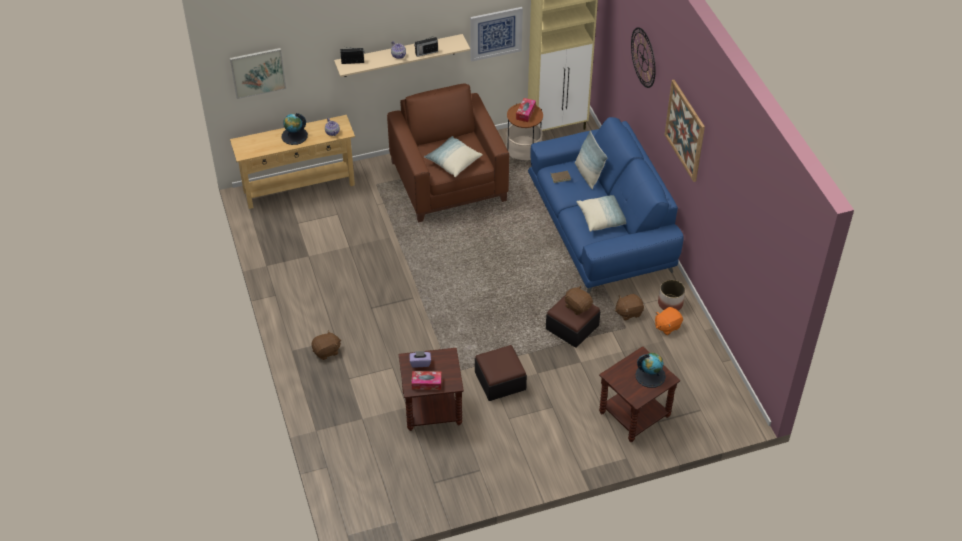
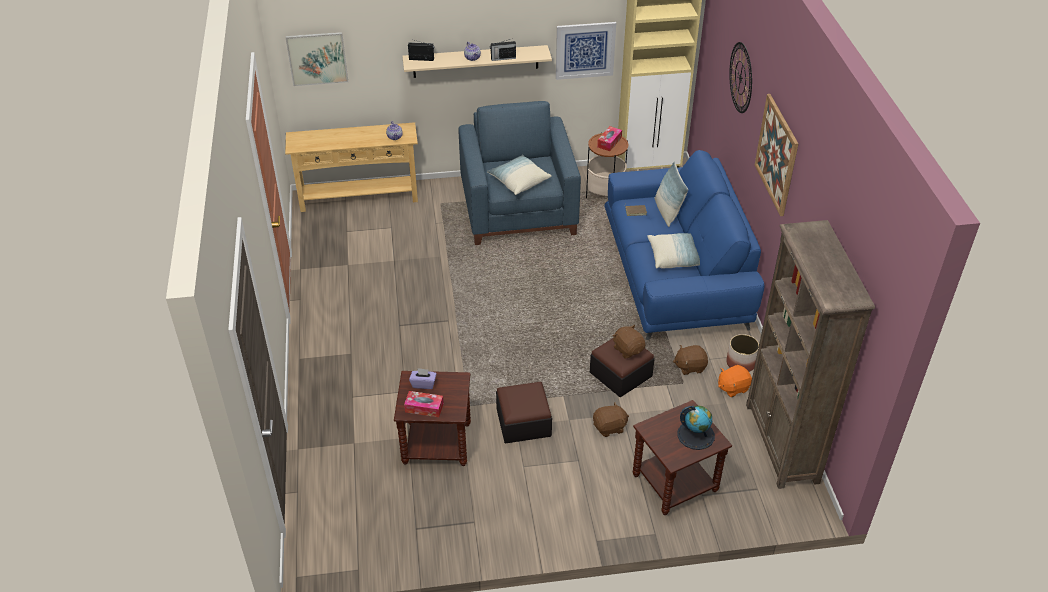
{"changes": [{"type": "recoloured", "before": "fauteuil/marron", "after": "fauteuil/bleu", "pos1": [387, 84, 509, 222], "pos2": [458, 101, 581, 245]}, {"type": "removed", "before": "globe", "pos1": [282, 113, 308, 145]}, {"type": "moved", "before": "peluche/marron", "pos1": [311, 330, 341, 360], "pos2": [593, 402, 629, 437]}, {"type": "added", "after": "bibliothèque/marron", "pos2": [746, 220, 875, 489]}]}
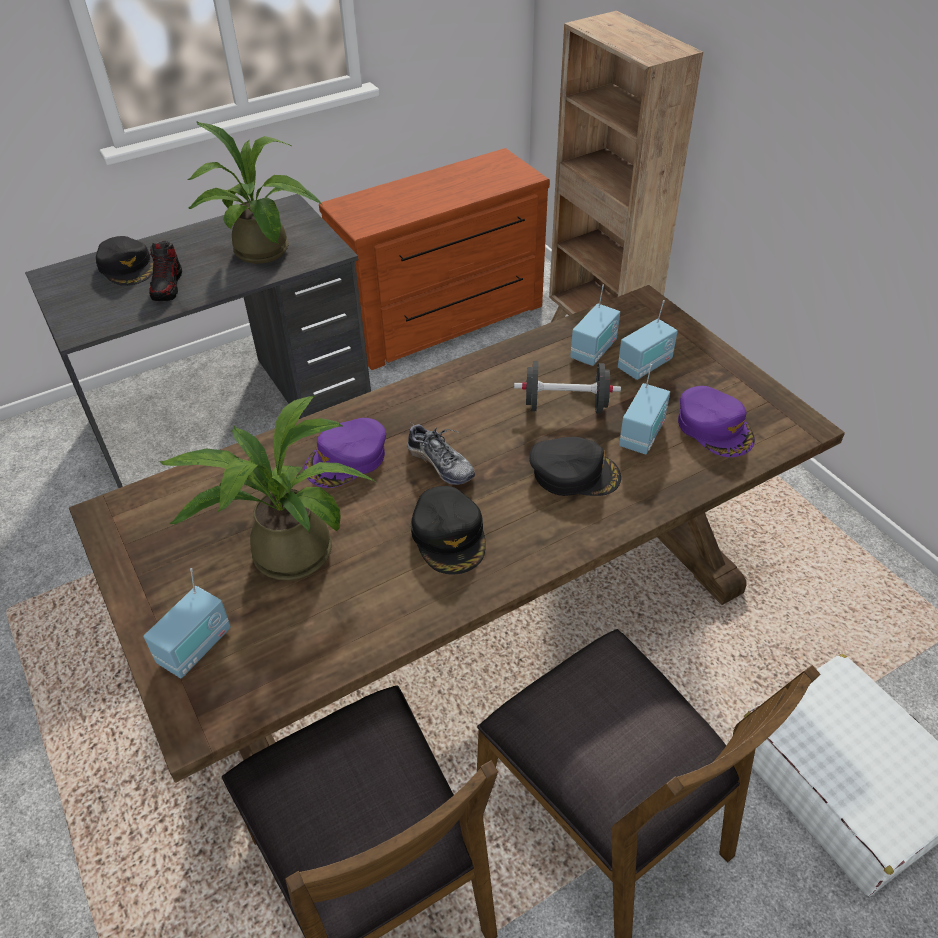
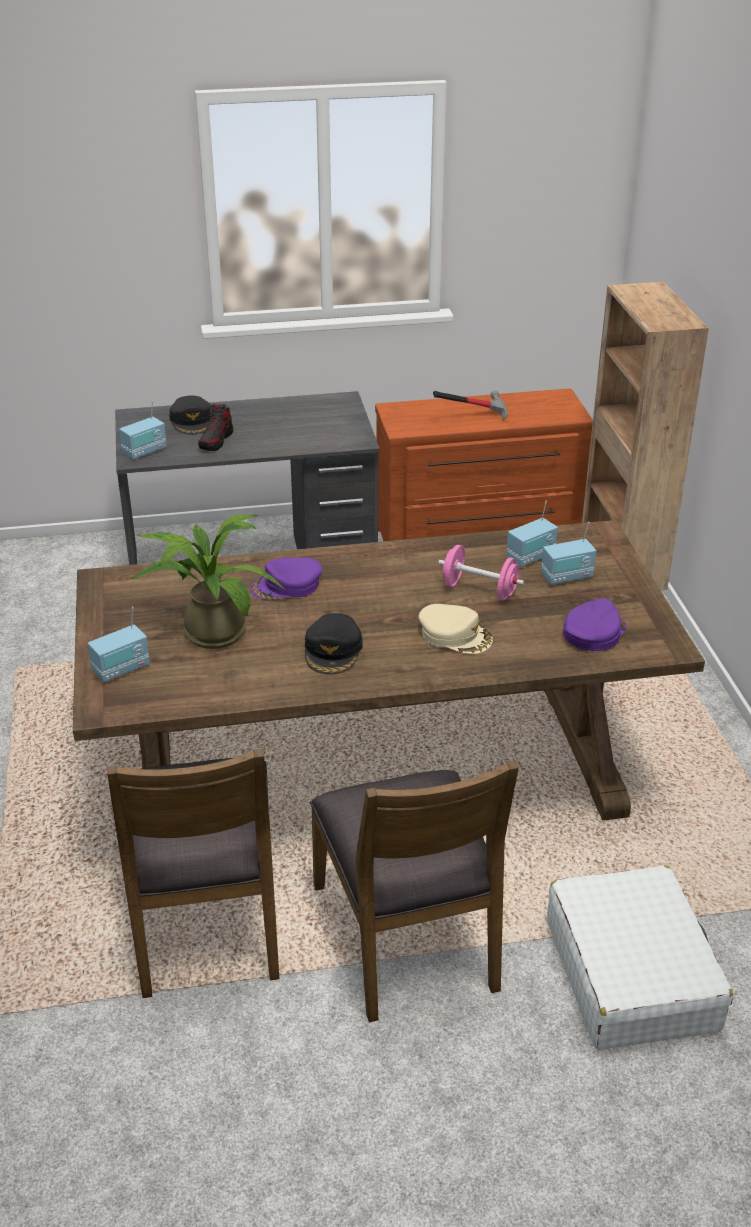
{"changes": [{"type": "removed", "before": "plante en pot", "pos1": [187, 122, 321, 264]}, {"type": "recoloured", "before": "haltère/noir", "after": "haltère/rose", "pos1": [514, 361, 621, 414], "pos2": [438, 545, 524, 600]}, {"type": "moved", "before": "radio", "pos1": [619, 364, 670, 454], "pos2": [119, 401, 167, 460]}, {"type": "turned", "before": "casquette/violet", "pos1": [678, 386, 755, 457], "pos2": [563, 598, 627, 651], "turn": -135}, {"type": "removed", "before": "chaussure", "pos1": [407, 424, 475, 485]}, {"type": "recoloured", "before": "casquette/noir", "after": "casquette/beige", "pos1": [529, 437, 621, 496], "pos2": [419, 604, 493, 654]}, {"type": "added", "after": "marteau", "pos2": [433, 390, 508, 421]}]}
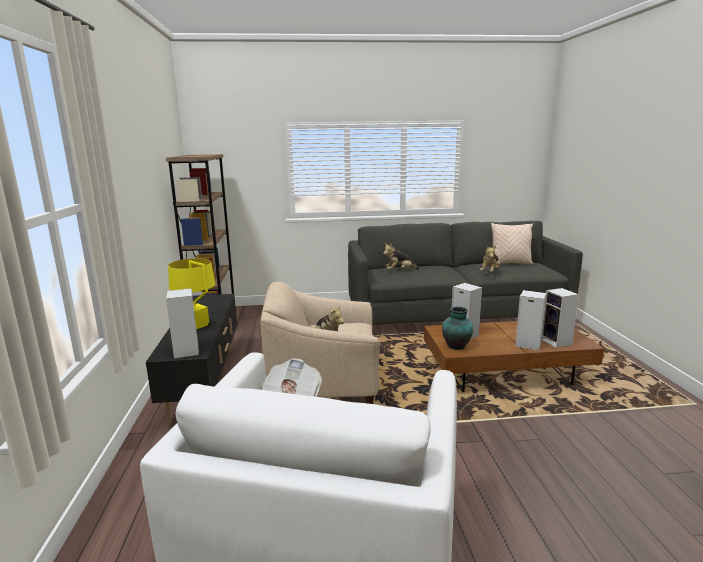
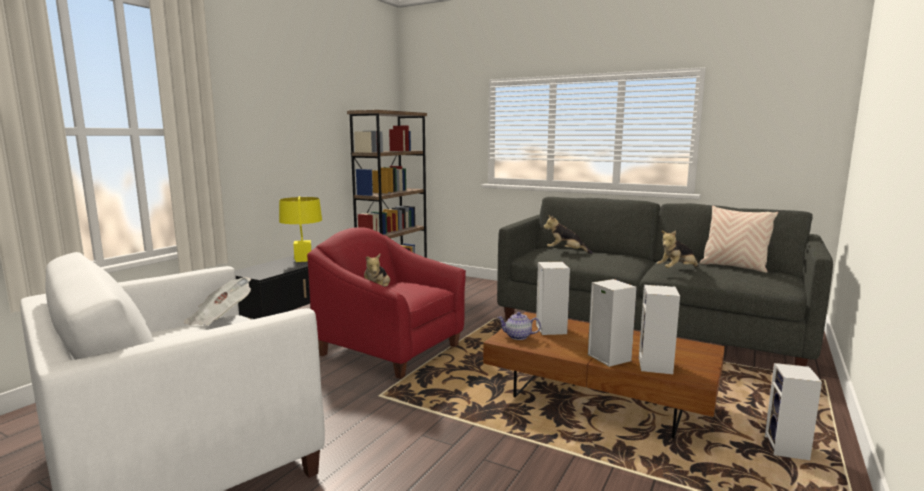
{"changes": [{"type": "recoloured", "before": "fauteuil/beige", "after": "fauteuil/rouge", "pos1": [260, 282, 380, 404], "pos2": [307, 227, 466, 379]}, {"type": "moved", "before": "enceinte", "pos1": [166, 288, 199, 359], "pos2": [765, 363, 822, 460]}, {"type": "replaced", "before": "vase", "after": "théière", "pos1": [442, 306, 473, 350], "pos2": [497, 312, 541, 340]}]}
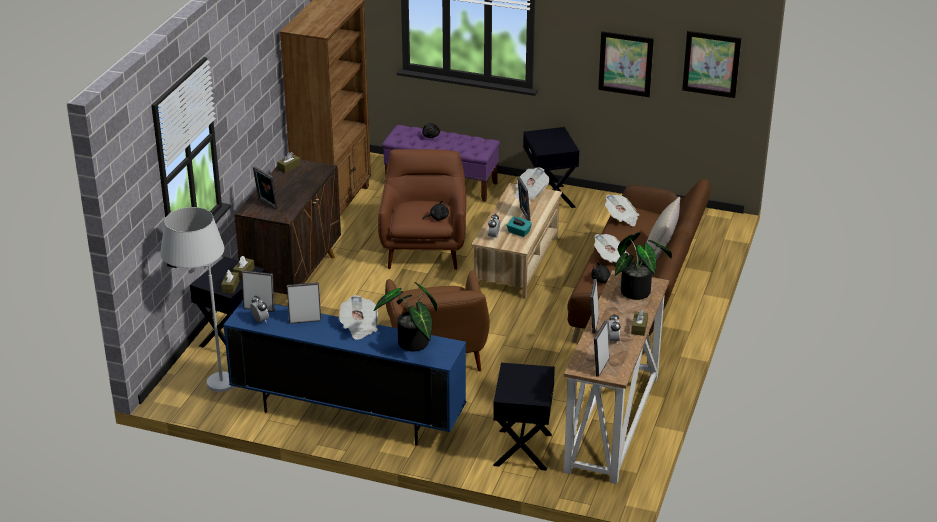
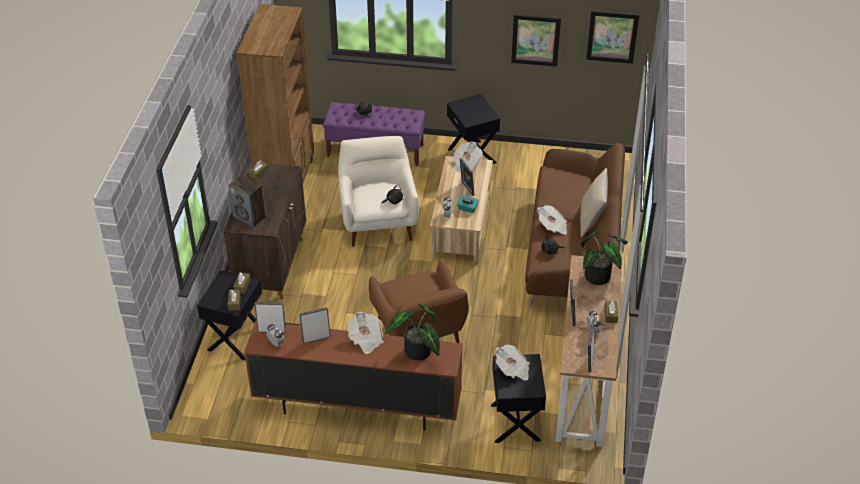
{"changes": [{"type": "recoloured", "before": "fauteuil/marron", "after": "fauteuil/blanc", "pos1": [378, 149, 466, 270], "pos2": [338, 136, 419, 247]}, {"type": "replaced", "before": "cadre photo", "after": "enceinte", "pos1": [253, 166, 278, 210], "pos2": [228, 175, 266, 228]}, {"type": "moved", "before": "journal", "pos1": [605, 194, 639, 226], "pos2": [495, 345, 530, 381]}, {"type": "removed", "before": "lampadaire/blanc", "pos1": [160, 207, 235, 392]}, {"type": "recoloured", "before": "meuble télé/bleu", "after": "meuble télé/marron", "pos1": [223, 301, 466, 446], "pos2": [244, 321, 463, 431]}]}
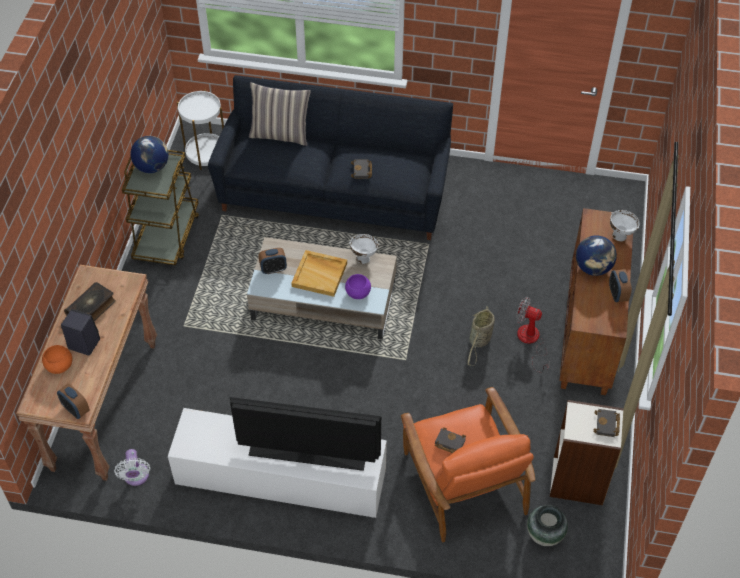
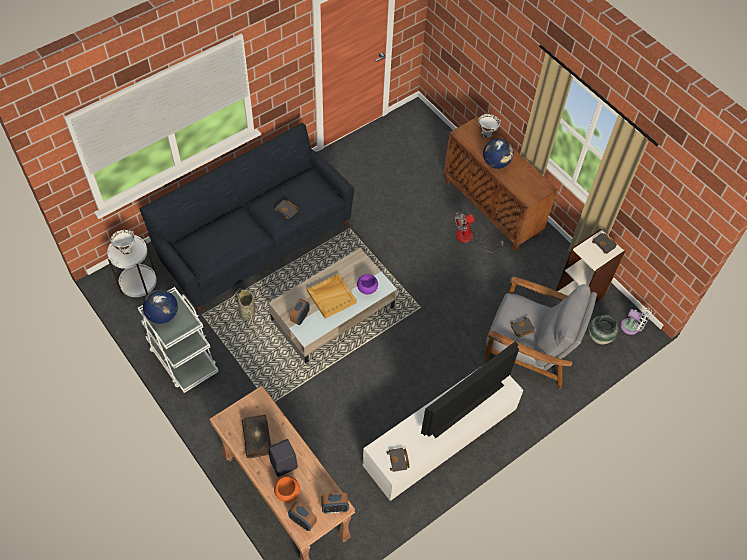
{"changes": [{"type": "removed", "before": "coussin", "pos1": [249, 82, 311, 146]}, {"type": "recoloured", "before": "chariot/marron", "after": "chariot/blanc", "pos1": [122, 150, 199, 265], "pos2": [138, 287, 219, 393]}, {"type": "moved", "before": "bol/blanc", "pos1": [349, 234, 379, 264], "pos2": [111, 230, 135, 255]}, {"type": "moved", "before": "réveil", "pos1": [609, 269, 632, 302], "pos2": [288, 502, 317, 531]}, {"type": "moved", "before": "panier", "pos1": [468, 306, 495, 366], "pos2": [230, 288, 261, 334]}, {"type": "recoloured", "before": "fauteuil/orange", "after": "fauteuil/gris", "pos1": [401, 387, 535, 543], "pos2": [484, 277, 597, 389]}, {"type": "moved", "before": "ventilateur/blanc", "pos1": [114, 449, 150, 486], "pos2": [620, 308, 652, 335]}, {"type": "added", "after": "livre/noir", "pos2": [387, 448, 410, 472]}]}
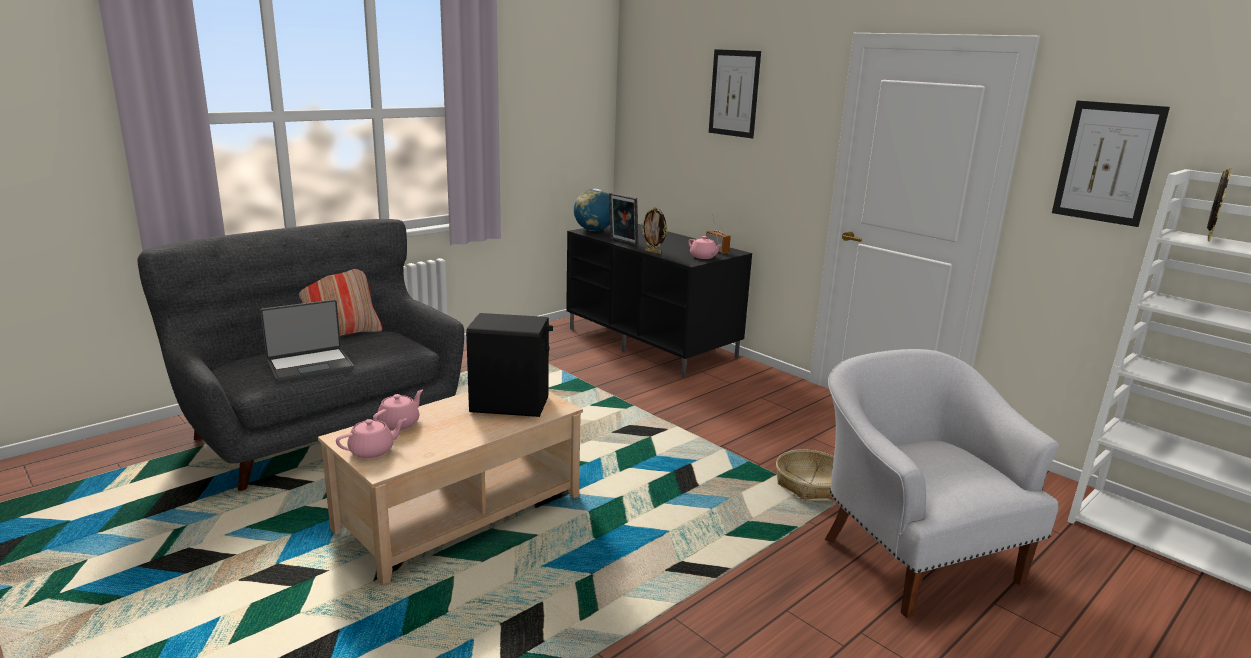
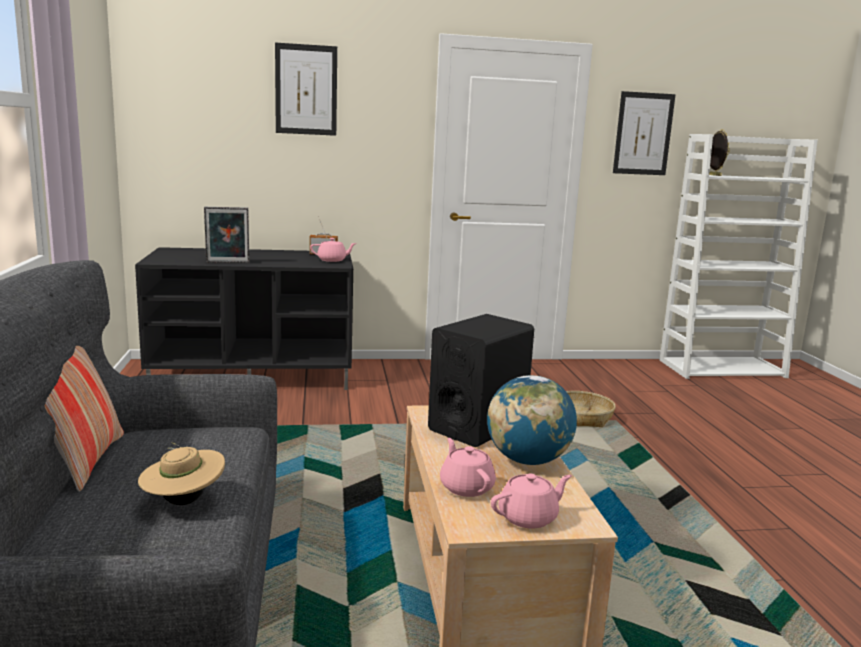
{"changes": [{"type": "moved", "before": "globe", "pos1": [574, 189, 610, 231], "pos2": [487, 375, 577, 465]}, {"type": "removed", "before": "cadre photo", "pos1": [641, 207, 668, 254]}, {"type": "replaced", "before": "ordinateur portable", "after": "chapeau/beige", "pos1": [260, 299, 354, 383], "pos2": [138, 442, 225, 505]}, {"type": "removed", "before": "fauteuil/blanc", "pos1": [825, 349, 1059, 618]}, {"type": "turned", "before": "théière/rose", "pos1": [336, 419, 407, 458], "pos2": [491, 474, 572, 528], "turn": 60}]}
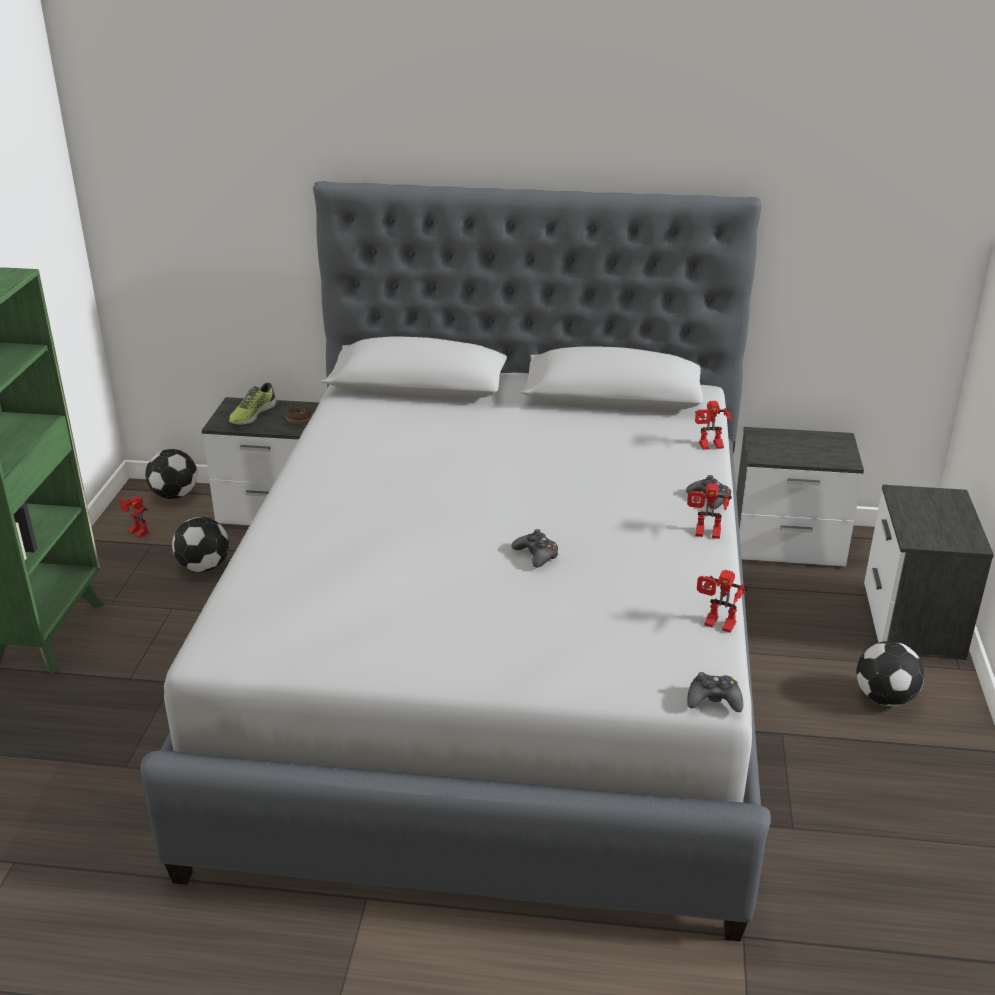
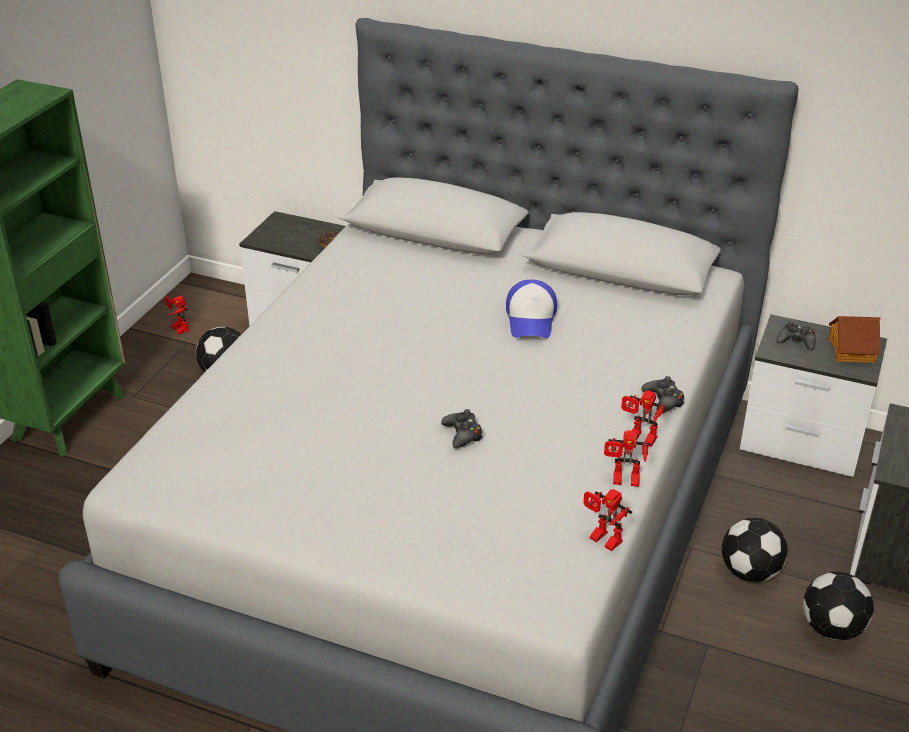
{"changes": [{"type": "removed", "before": "chaussure", "pos1": [229, 383, 277, 425]}, {"type": "moved", "before": "robot jouet", "pos1": [695, 401, 732, 450], "pos2": [604, 430, 651, 487]}, {"type": "moved", "before": "ballon de foot", "pos1": [145, 449, 197, 499], "pos2": [722, 518, 788, 582]}, {"type": "moved", "before": "manette/noir", "pos1": [687, 672, 743, 712], "pos2": [777, 322, 816, 350]}, {"type": "added", "after": "casquette", "pos2": [506, 280, 557, 338]}, {"type": "added", "after": "maison miniature", "pos2": [829, 316, 881, 363]}]}
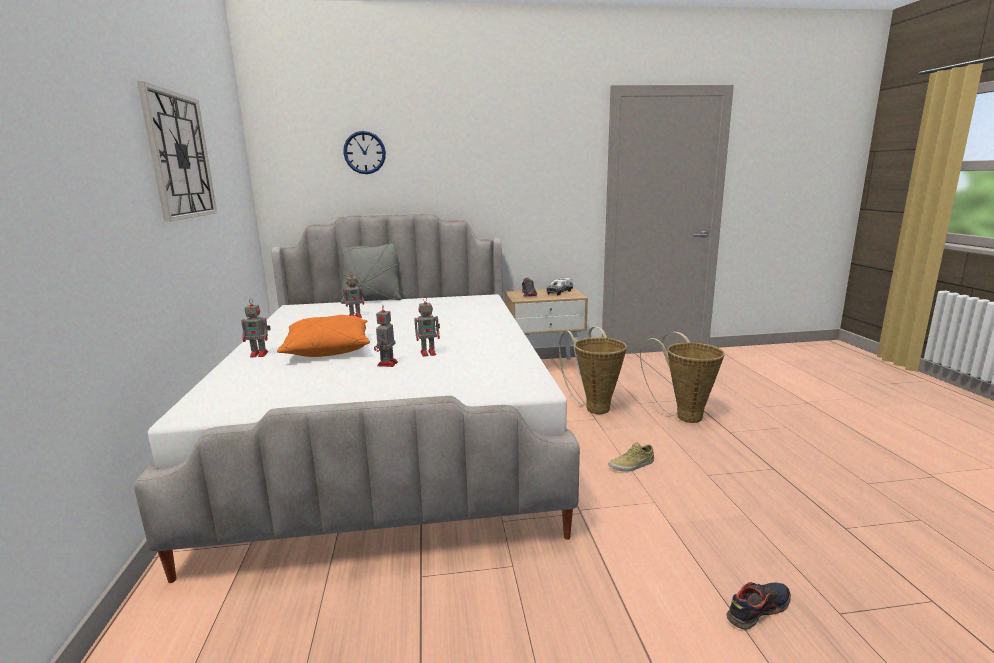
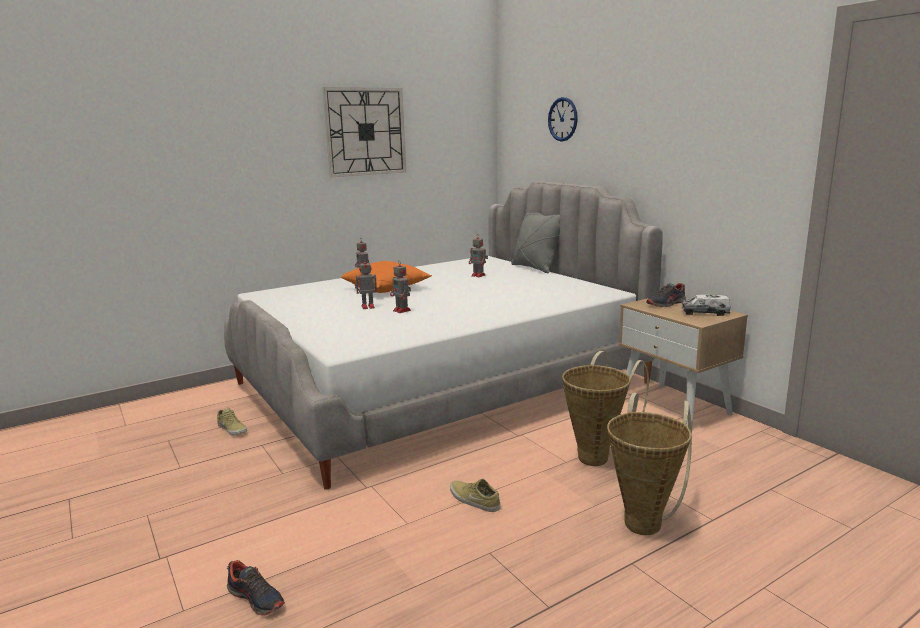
{"changes": [{"type": "added", "after": "chaussure/beige", "pos2": [217, 409, 247, 436]}]}
